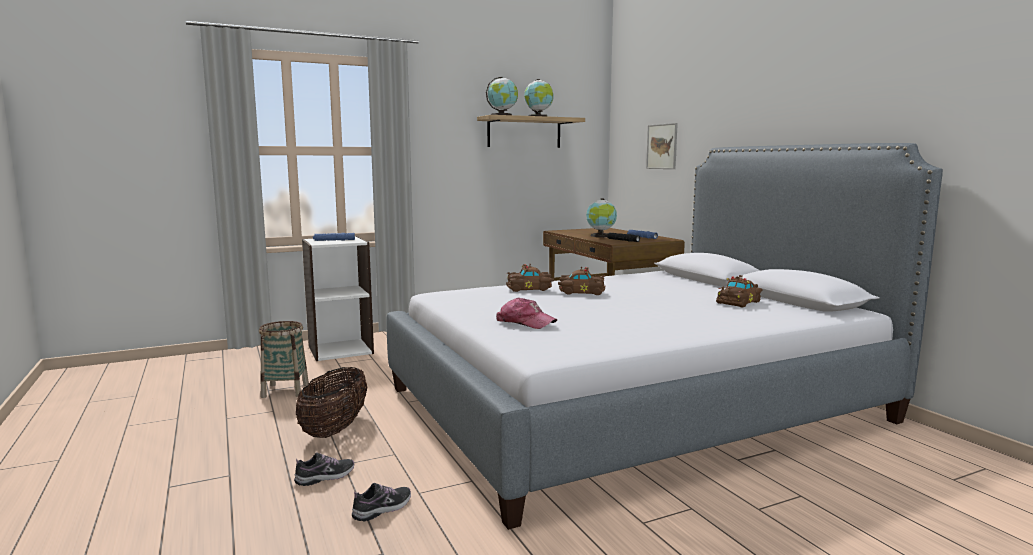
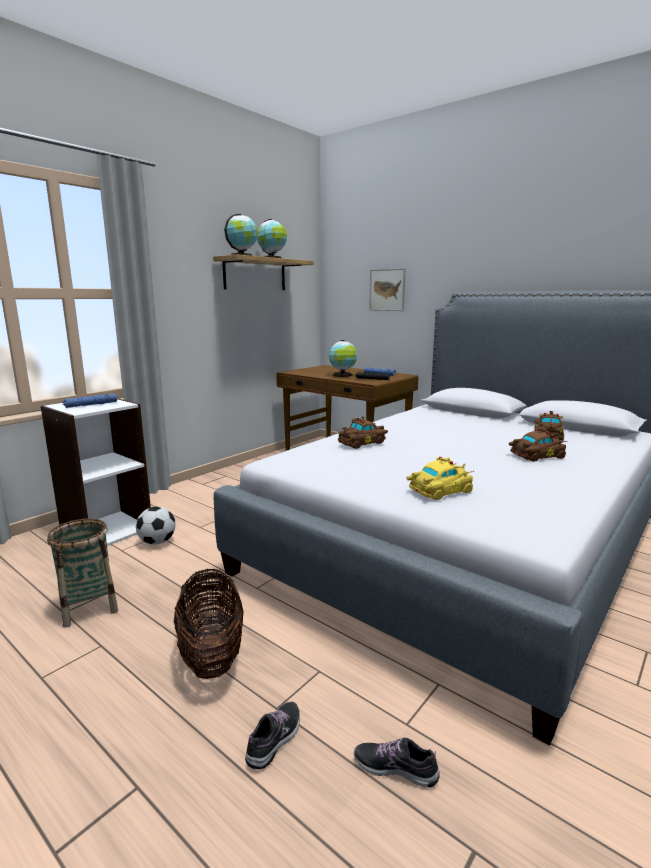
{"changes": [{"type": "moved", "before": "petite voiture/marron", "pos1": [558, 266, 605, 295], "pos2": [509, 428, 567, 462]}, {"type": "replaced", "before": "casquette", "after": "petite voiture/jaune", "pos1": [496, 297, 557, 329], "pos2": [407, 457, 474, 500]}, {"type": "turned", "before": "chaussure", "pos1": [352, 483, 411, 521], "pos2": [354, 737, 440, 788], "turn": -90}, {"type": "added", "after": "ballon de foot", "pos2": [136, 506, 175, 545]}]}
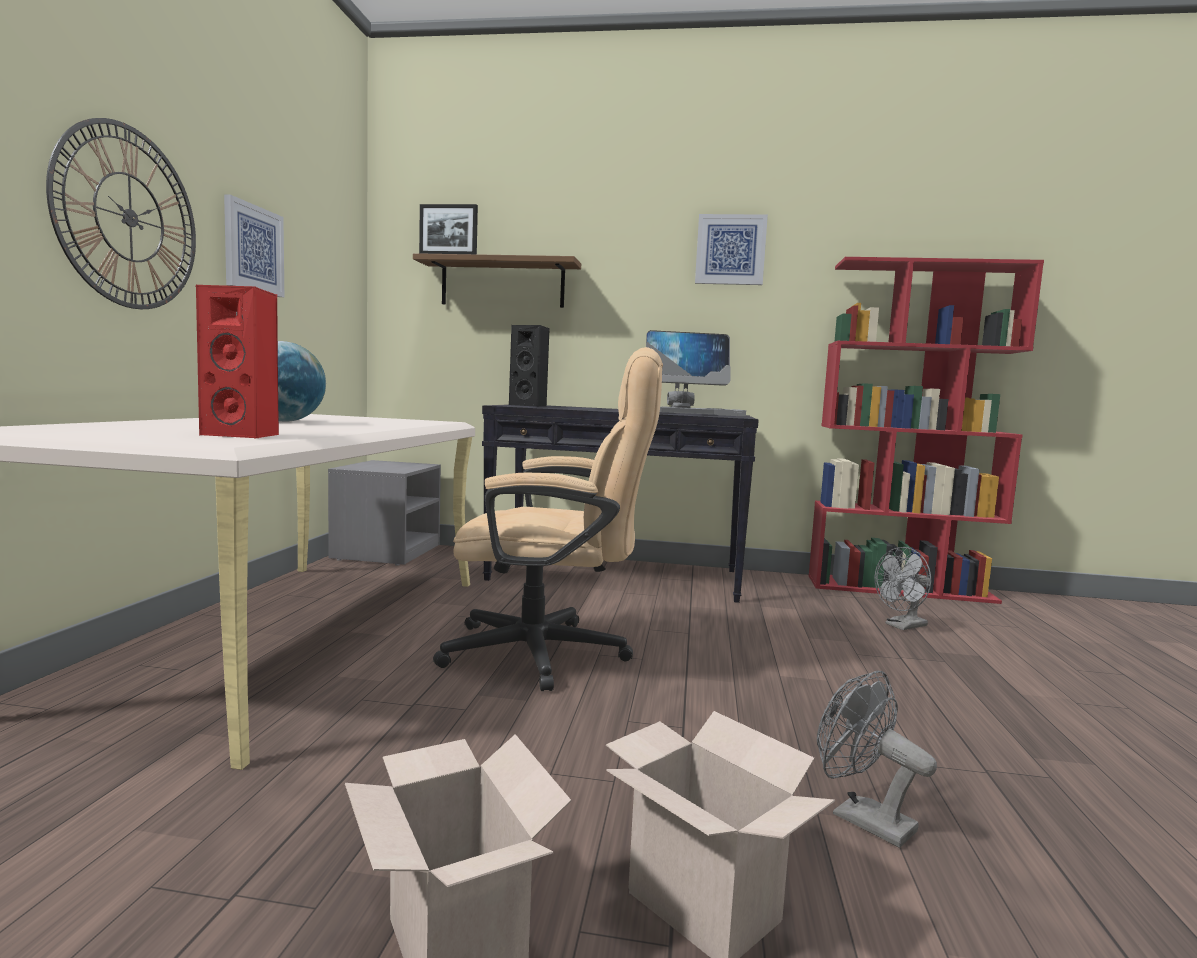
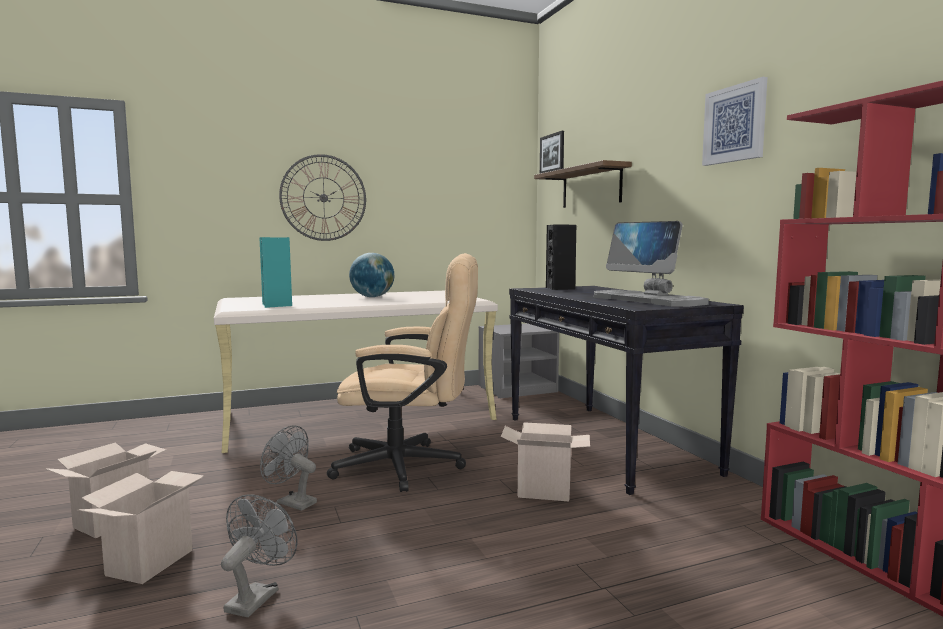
{"changes": [{"type": "removed", "before": "tableau", "pos1": [224, 194, 284, 297]}, {"type": "recoloured", "before": "enceinte/rouge", "after": "enceinte/turquoise", "pos1": [196, 285, 279, 438], "pos2": [259, 237, 292, 308]}, {"type": "turned", "before": "chaise de bureau/beige", "pos1": [433, 347, 663, 691], "pos2": [327, 253, 478, 492], "turn": -60}, {"type": "moved", "before": "ventilateur/gris", "pos1": [875, 547, 931, 630], "pos2": [260, 425, 317, 511]}, {"type": "added", "after": "carton", "pos2": [501, 422, 590, 501]}]}
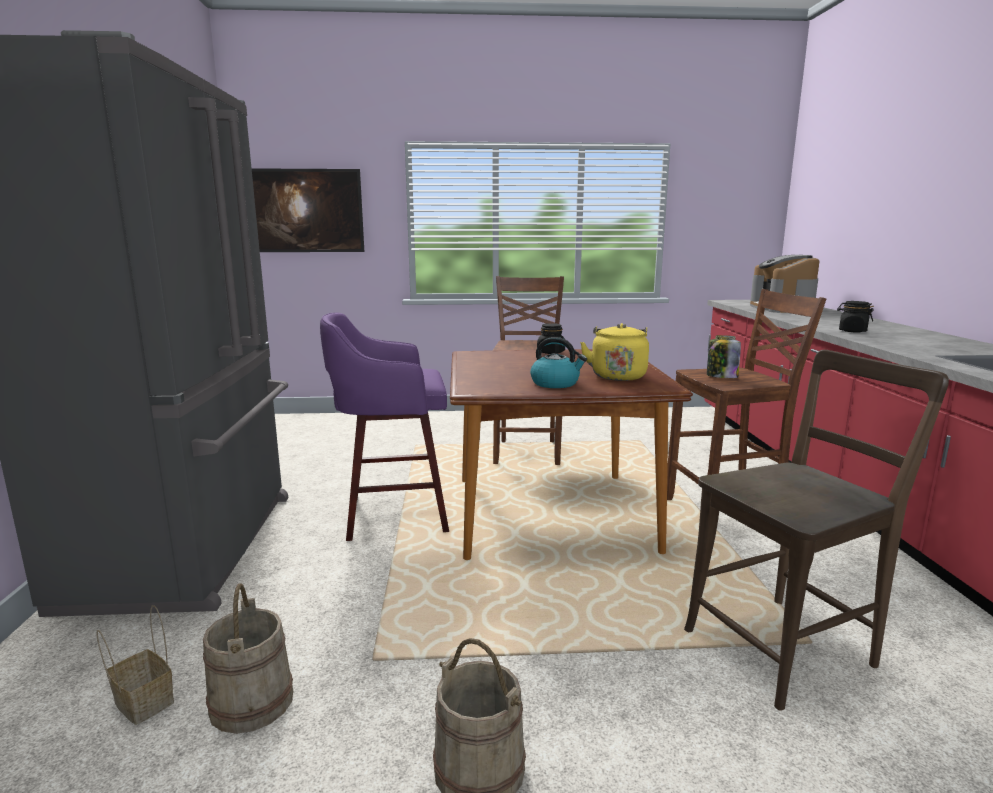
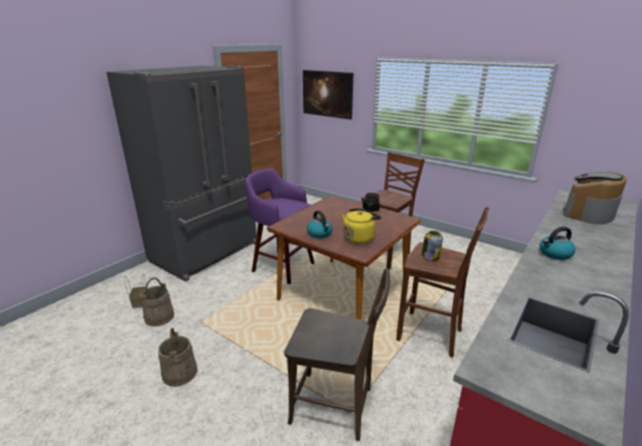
{"changes": [{"type": "replaced", "before": "bocal/noir", "after": "bouilloire", "pos1": [837, 301, 874, 332], "pos2": [540, 227, 576, 260]}]}
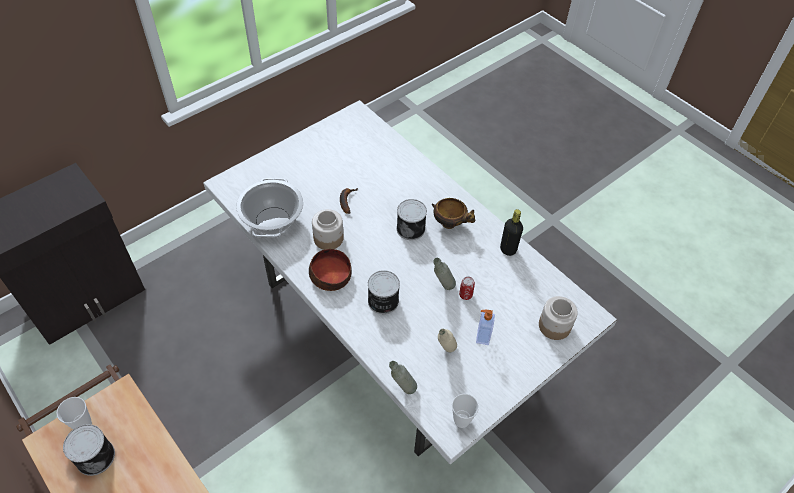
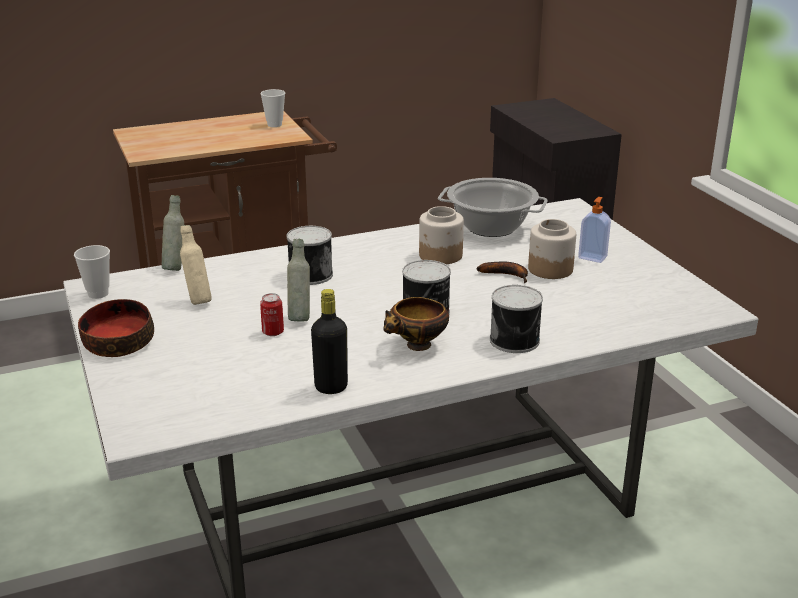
{"changes": [{"type": "moved", "before": "bol", "pos1": [309, 249, 351, 291], "pos2": [78, 299, 154, 357]}, {"type": "moved", "before": "bocal", "pos1": [539, 296, 578, 340], "pos2": [528, 219, 576, 279]}, {"type": "moved", "before": "distributeur de savon", "pos1": [476, 310, 495, 345], "pos2": [578, 197, 611, 263]}, {"type": "moved", "before": "boîte métallique", "pos1": [63, 424, 115, 476], "pos2": [490, 285, 543, 353]}]}
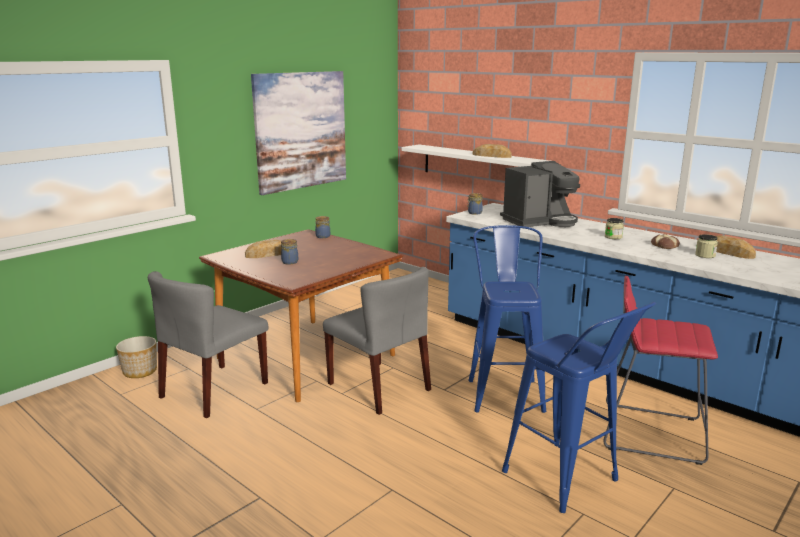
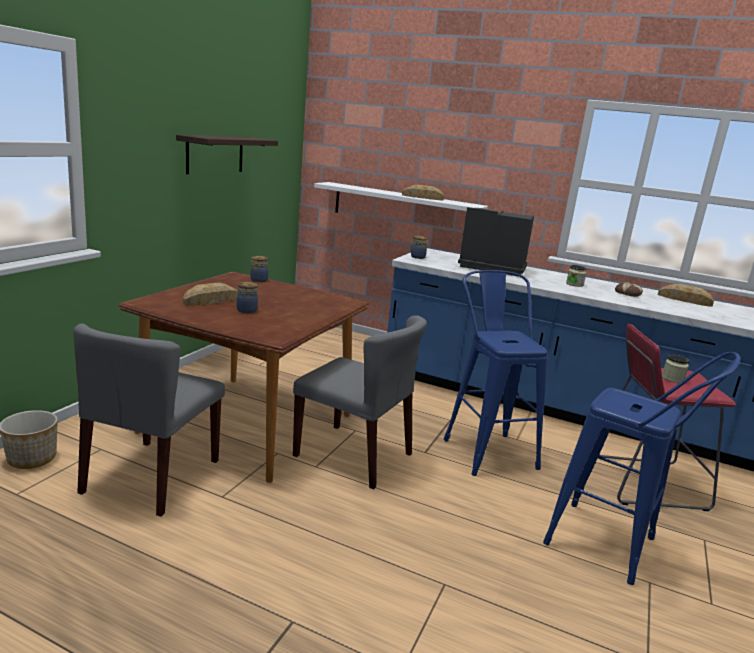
{"changes": [{"type": "replaced", "before": "tableau", "after": "étagère", "pos1": [251, 71, 346, 195], "pos2": [176, 135, 278, 174]}, {"type": "turned", "before": "machine à café", "pos1": [500, 161, 580, 227], "pos2": [458, 207, 534, 277], "turn": -120}, {"type": "moved", "before": "bocal", "pos1": [695, 234, 718, 258], "pos2": [662, 355, 689, 383]}]}
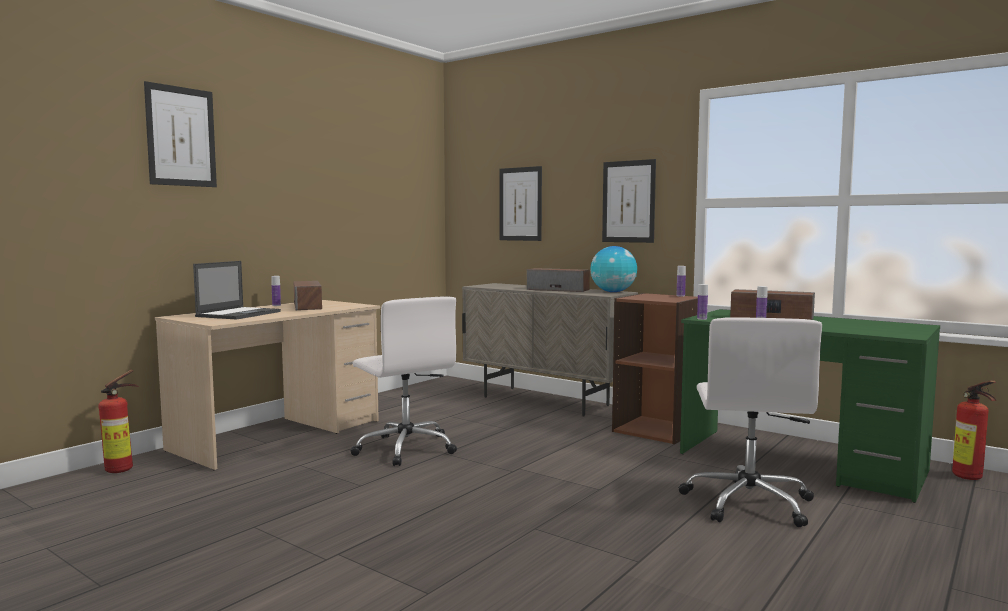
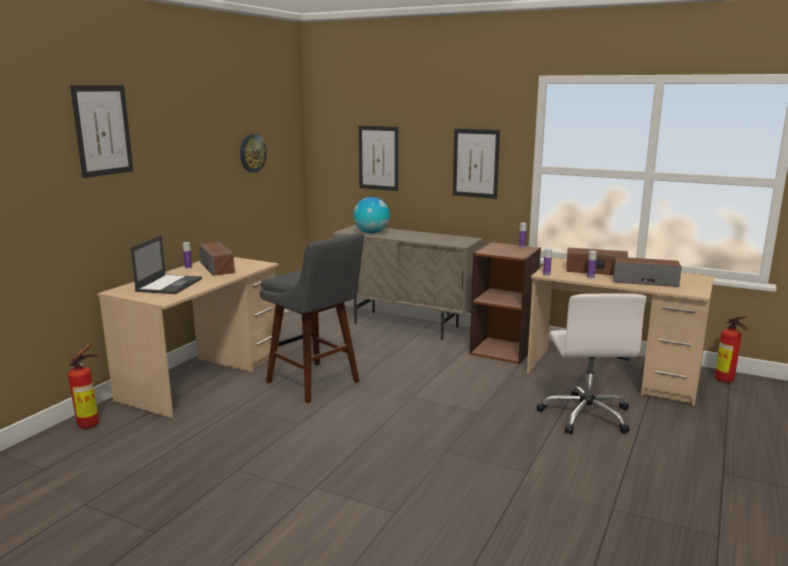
{"changes": [{"type": "moved", "before": "globe", "pos1": [590, 246, 637, 292], "pos2": [353, 197, 390, 233]}, {"type": "moved", "before": "enceinte", "pos1": [527, 268, 590, 292], "pos2": [613, 257, 682, 287]}, {"type": "replaced", "before": "chaise de bureau/blanc", "after": "tabouret/gris", "pos1": [350, 296, 457, 466], "pos2": [260, 233, 364, 403]}, {"type": "recoloured", "before": "bureau/vert", "after": "bureau/beige", "pos1": [680, 309, 940, 503], "pos2": [527, 257, 714, 406]}, {"type": "added", "after": "horloge murale", "pos2": [240, 134, 267, 173]}]}
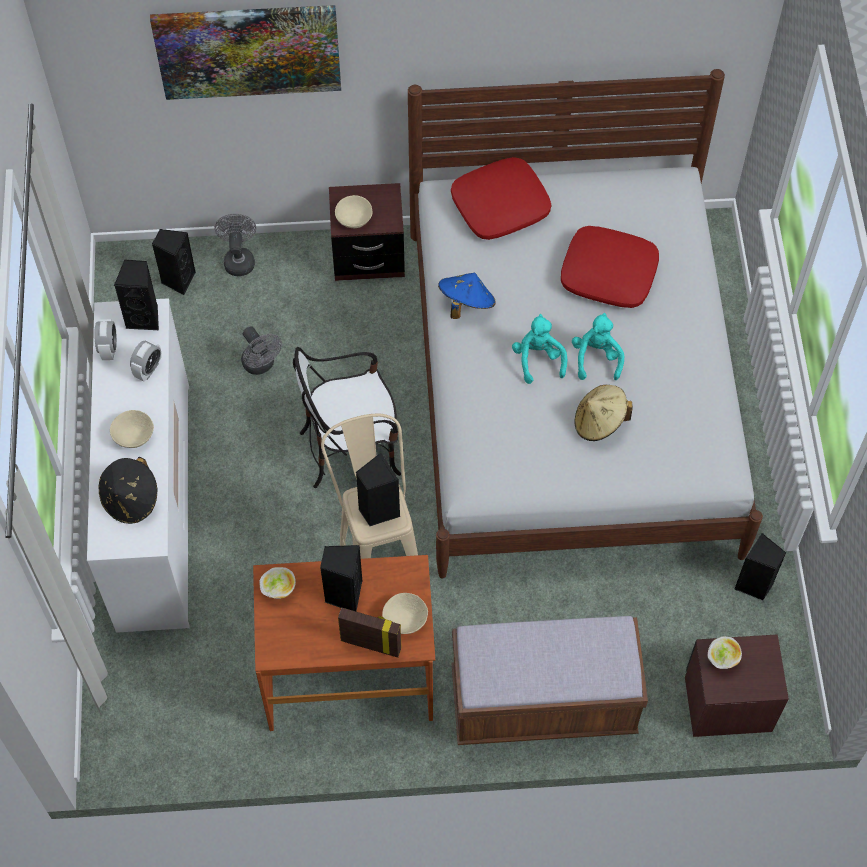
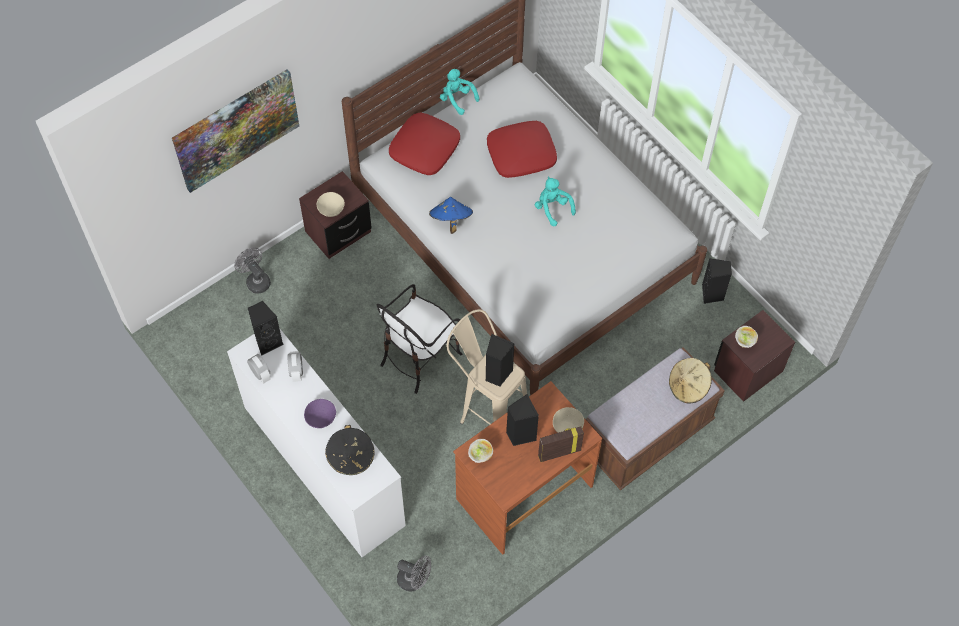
{"changes": [{"type": "removed", "before": "enceinte/noir", "pos1": [152, 229, 196, 295]}, {"type": "moved", "before": "peluche/turquoise", "pos1": [512, 314, 567, 384], "pos2": [440, 69, 480, 115]}, {"type": "moved", "before": "ventilateur/gris", "pos1": [241, 326, 282, 375], "pos2": [397, 556, 431, 591]}, {"type": "moved", "before": "chapeau/beige", "pos1": [574, 385, 633, 441], "pos2": [669, 358, 712, 403]}, {"type": "recoloured", "before": "bol/beige", "after": "bol/violet", "pos1": [110, 410, 154, 448], "pos2": [304, 399, 336, 428]}]}
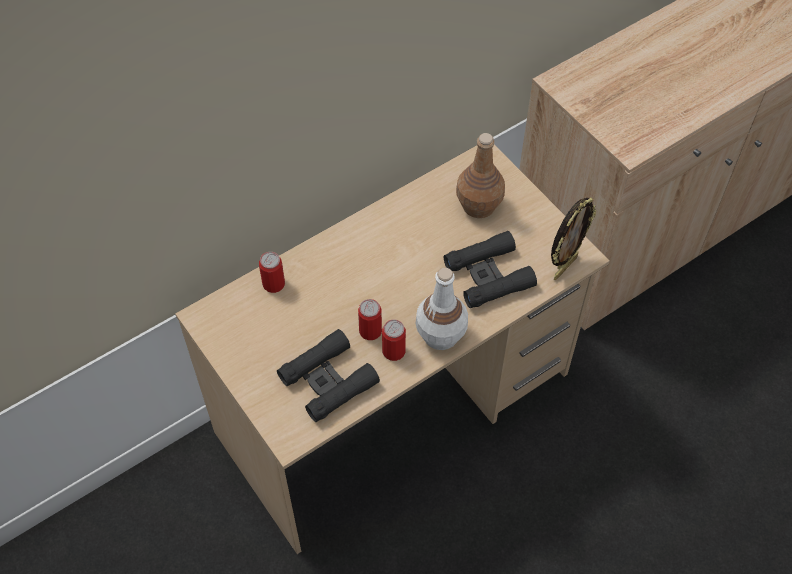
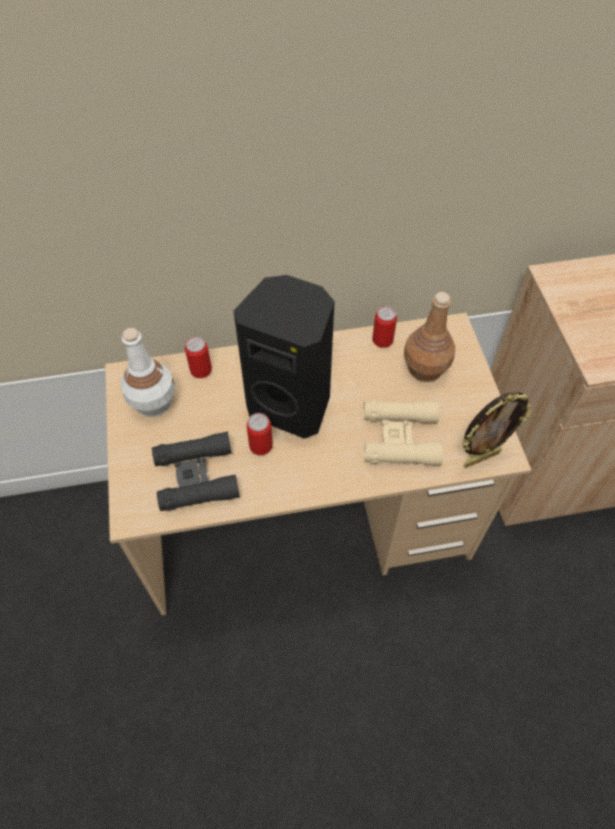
{"changes": [{"type": "recoloured", "before": "jumelles/noir", "after": "jumelles/beige", "pos1": [444, 231, 537, 308], "pos2": [363, 400, 444, 465]}, {"type": "moved", "before": "bouteille/blanc", "pos1": [416, 268, 468, 350], "pos2": [121, 328, 175, 417]}, {"type": "moved", "before": "boîte métallique", "pos1": [382, 319, 406, 361], "pos2": [372, 306, 397, 348]}, {"type": "added", "after": "enceinte/noir", "pos2": [233, 275, 335, 439]}]}
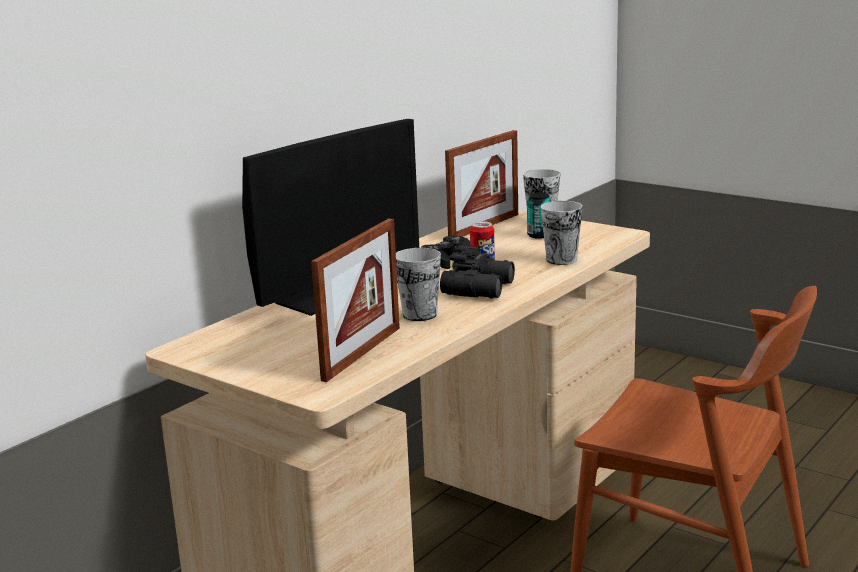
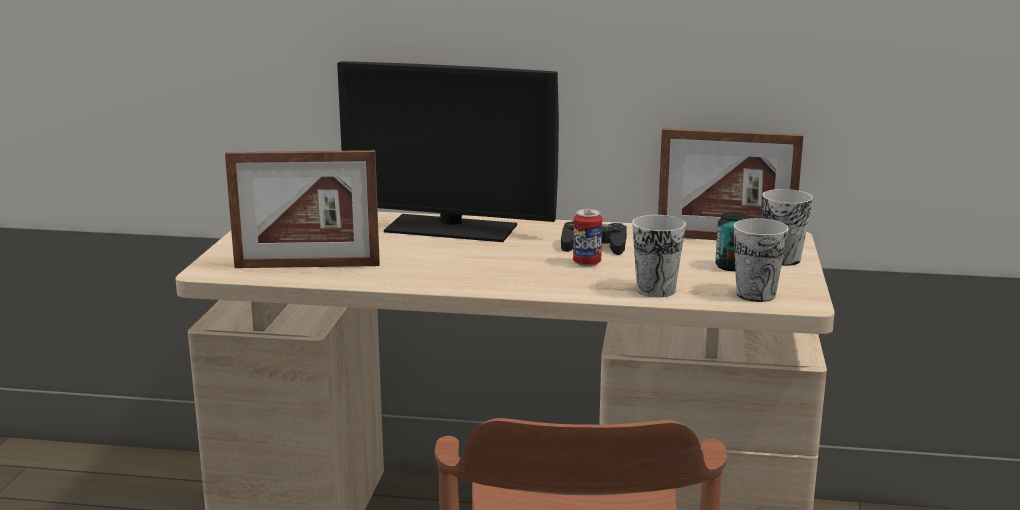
{"changes": [{"type": "removed", "before": "jumelles/noir", "pos1": [440, 245, 515, 299]}, {"type": "moved", "before": "tasse", "pos1": [396, 248, 441, 321], "pos2": [734, 218, 789, 302]}]}
